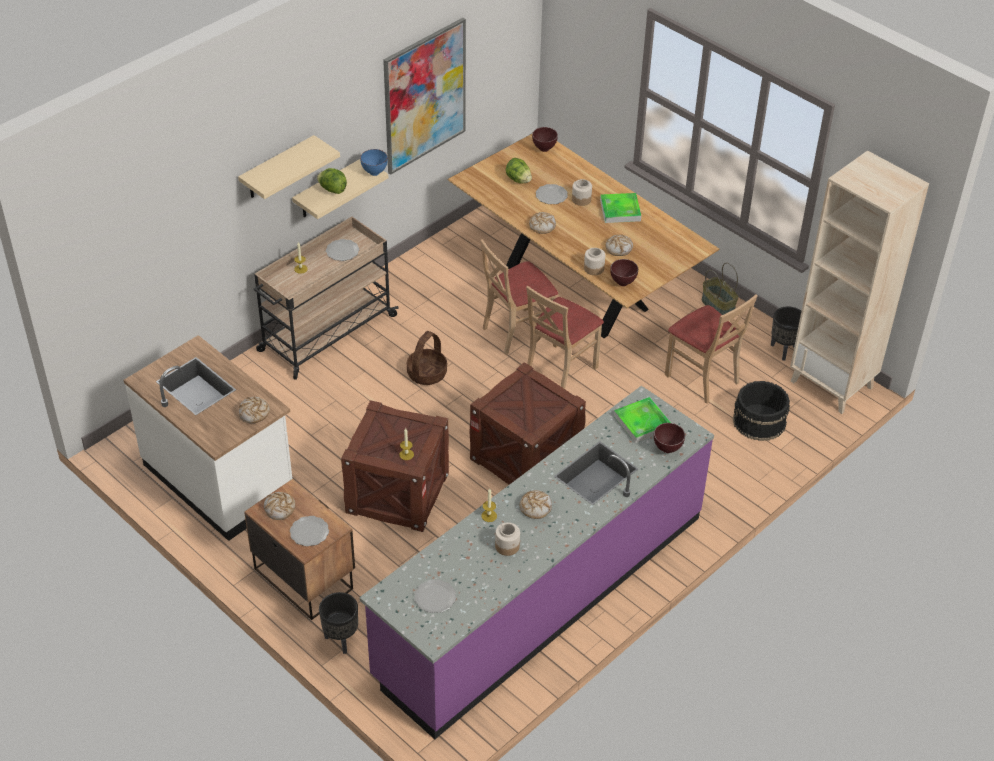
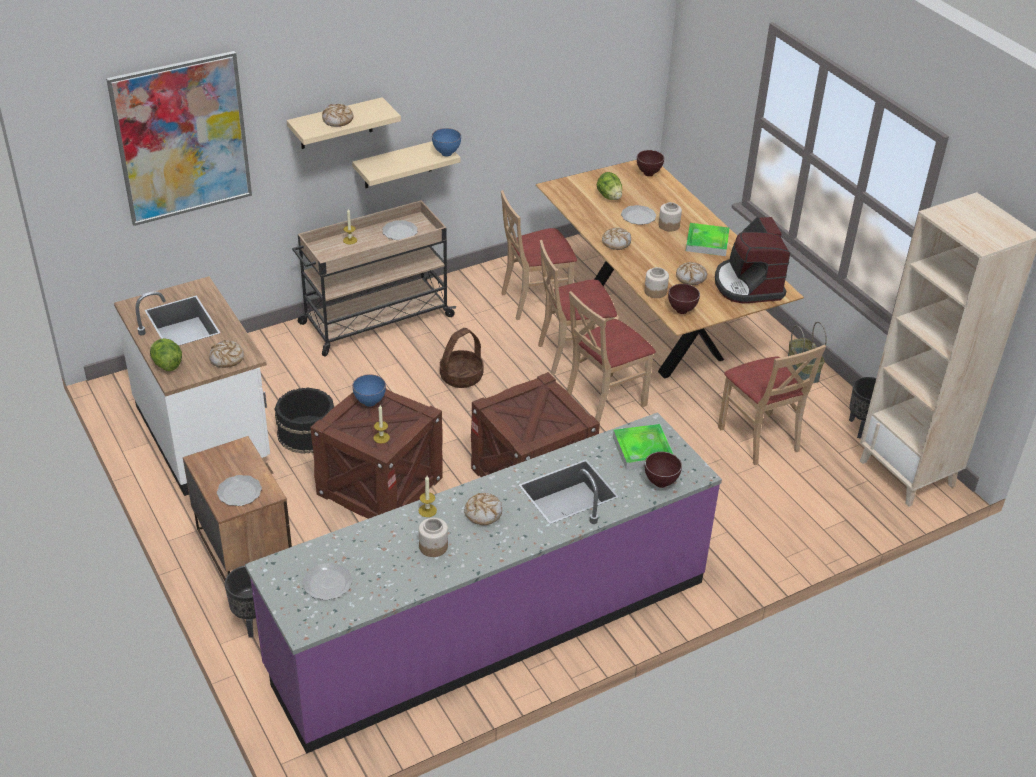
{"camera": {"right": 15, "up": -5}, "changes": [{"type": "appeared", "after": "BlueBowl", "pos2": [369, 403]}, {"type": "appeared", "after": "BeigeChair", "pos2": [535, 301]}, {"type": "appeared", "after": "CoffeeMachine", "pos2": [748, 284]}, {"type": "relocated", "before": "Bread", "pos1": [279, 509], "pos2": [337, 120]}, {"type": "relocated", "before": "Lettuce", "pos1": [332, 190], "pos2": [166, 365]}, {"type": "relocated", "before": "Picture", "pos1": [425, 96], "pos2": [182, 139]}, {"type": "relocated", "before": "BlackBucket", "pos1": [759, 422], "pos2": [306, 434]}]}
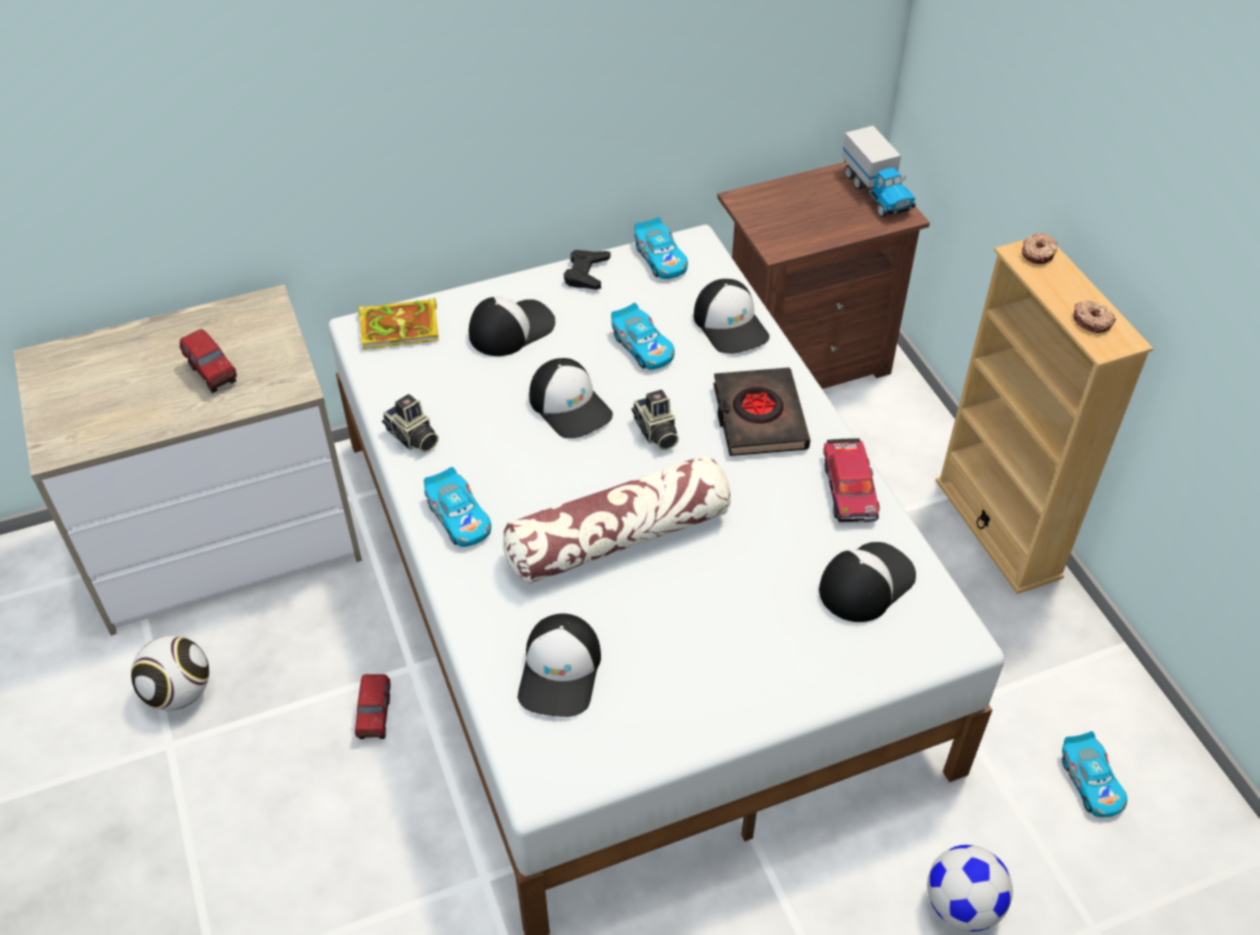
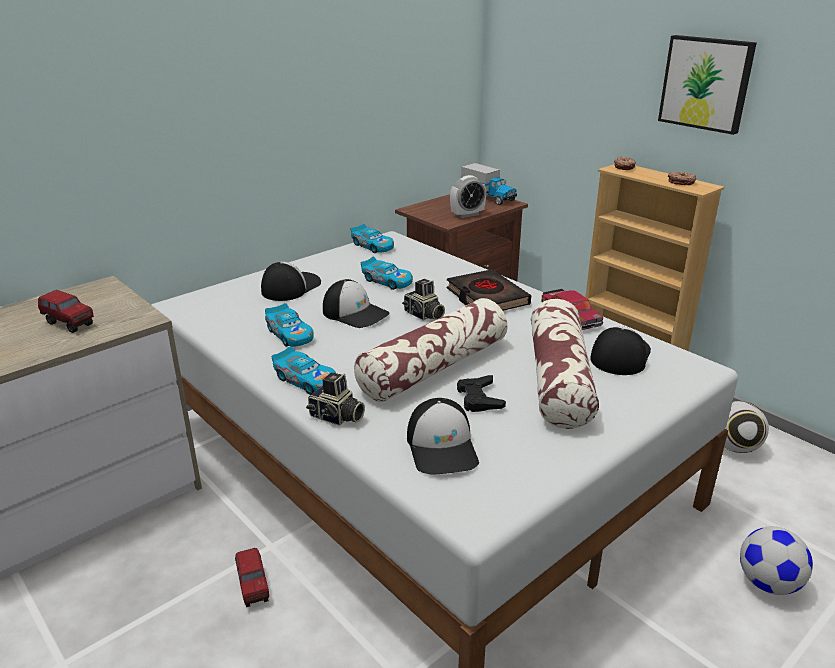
{"camera": {"right": -20, "up": -20}, "changes": [{"type": "missing", "before": "Book", "pos1": [401, 327]}, {"type": "missing", "before": "Cap", "pos1": [731, 325]}, {"type": "appeared", "after": "AlarmClock", "pos2": [467, 215]}, {"type": "appeared", "after": "Pillow", "pos2": [558, 379]}, {"type": "appeared", "after": "Picture", "pos2": [706, 83]}, {"type": "relocated", "before": "Football", "pos1": [179, 692], "pos2": [734, 447]}, {"type": "relocated", "before": "PhotoCamera", "pos1": [412, 438], "pos2": [336, 417]}, {"type": "relocated", "before": "BlackGameController", "pos1": [586, 273], "pos2": [479, 398]}, {"type": "relocated", "before": "ToyCar", "pos1": [1091, 782], "pos2": [290, 334]}]}
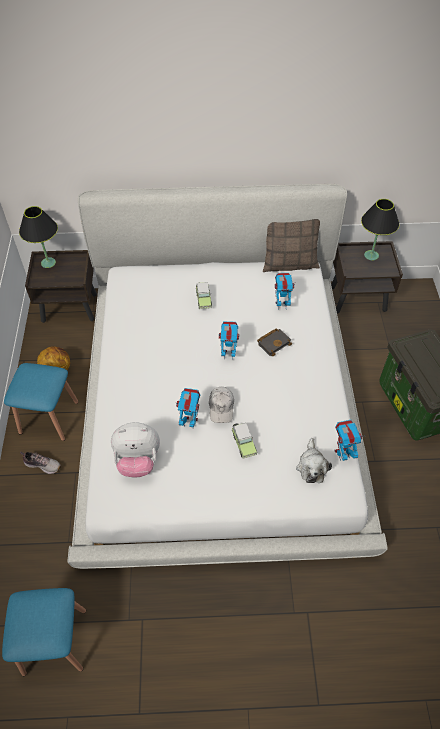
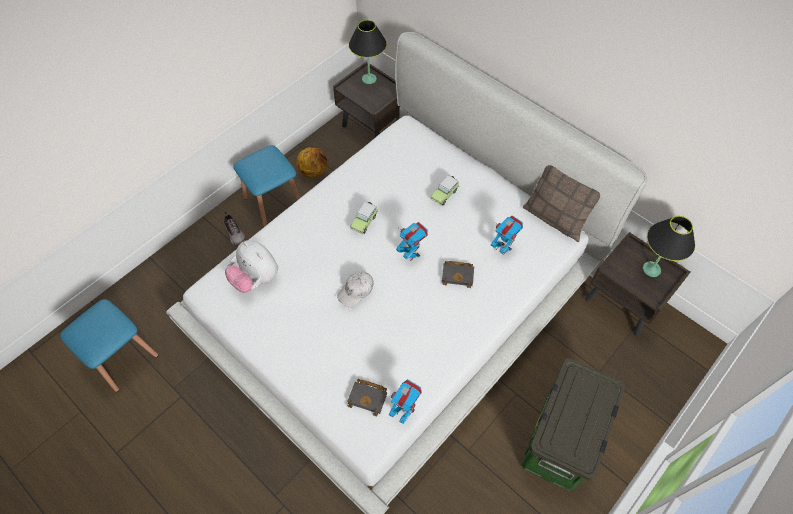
{"camera": {"right": 45, "up": 5}, "changes": [{"type": "missing", "before": "ToyRobot", "pos1": [189, 422]}, {"type": "relocated", "before": "ToyCar", "pos1": [243, 443], "pos2": [364, 221]}, {"type": "exchanged", "before": "PlushToy", "after": "BlackBook", "pos1": [311, 466], "pos2": [369, 397]}]}
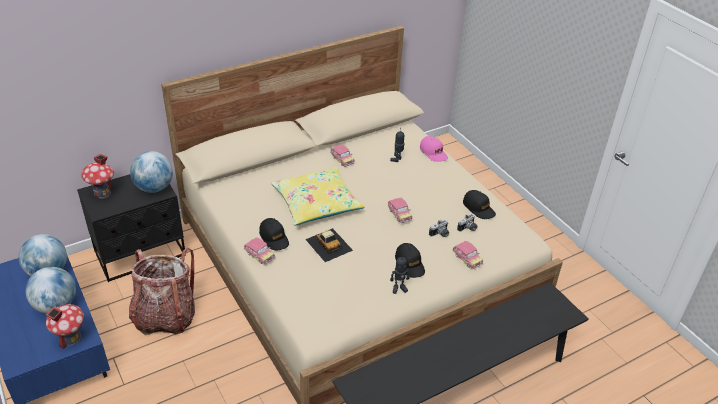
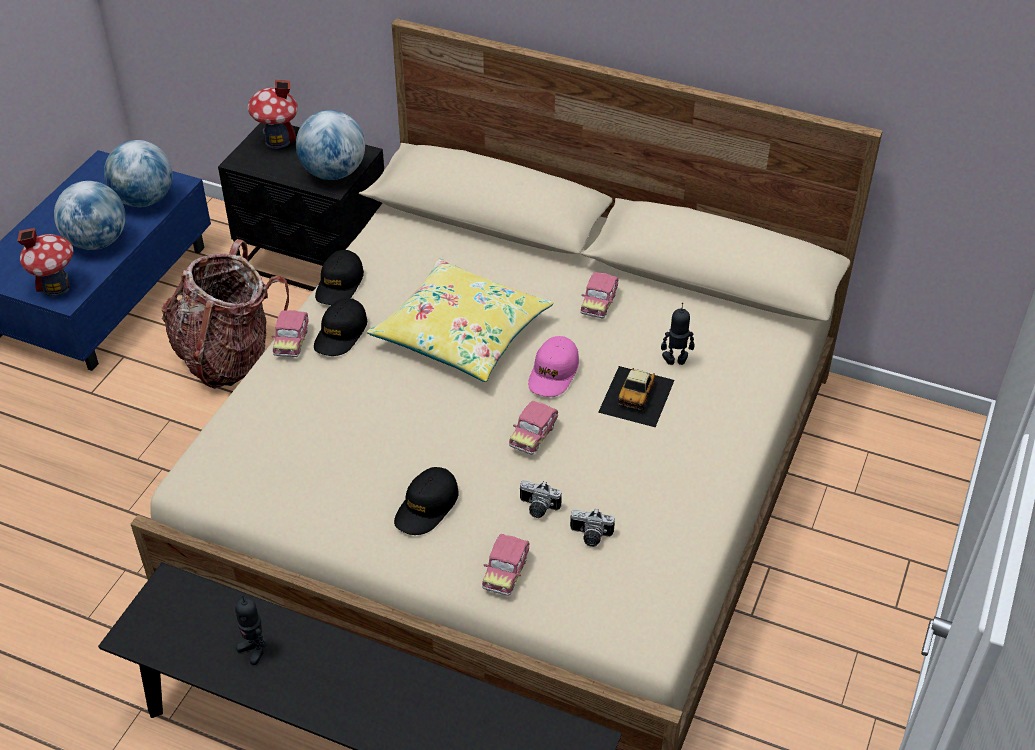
{"camera": {"right": 55, "up": 5}, "changes": [{"type": "relocated", "before": "ToyCar", "pos1": [329, 244], "pos2": [637, 395]}, {"type": "relocated", "before": "ToyRobot", "pos1": [399, 288], "pos2": [254, 650]}, {"type": "relocated", "before": "PinkCap", "pos1": [433, 153], "pos2": [553, 373]}, {"type": "relocated", "before": "BlackCap", "pos1": [479, 208], "pos2": [339, 285]}]}
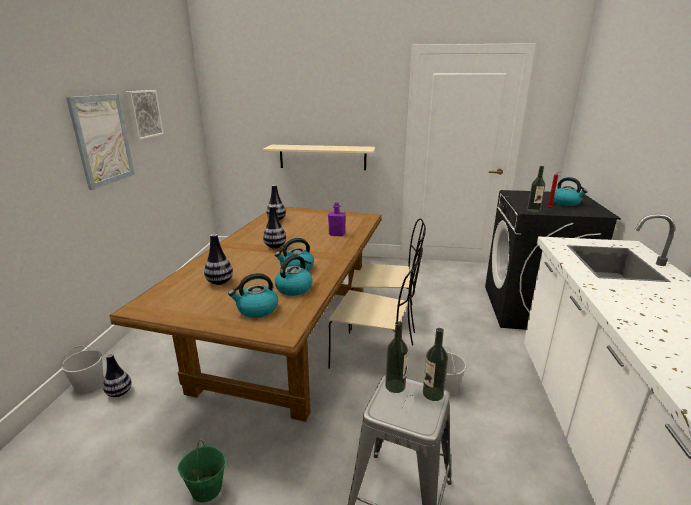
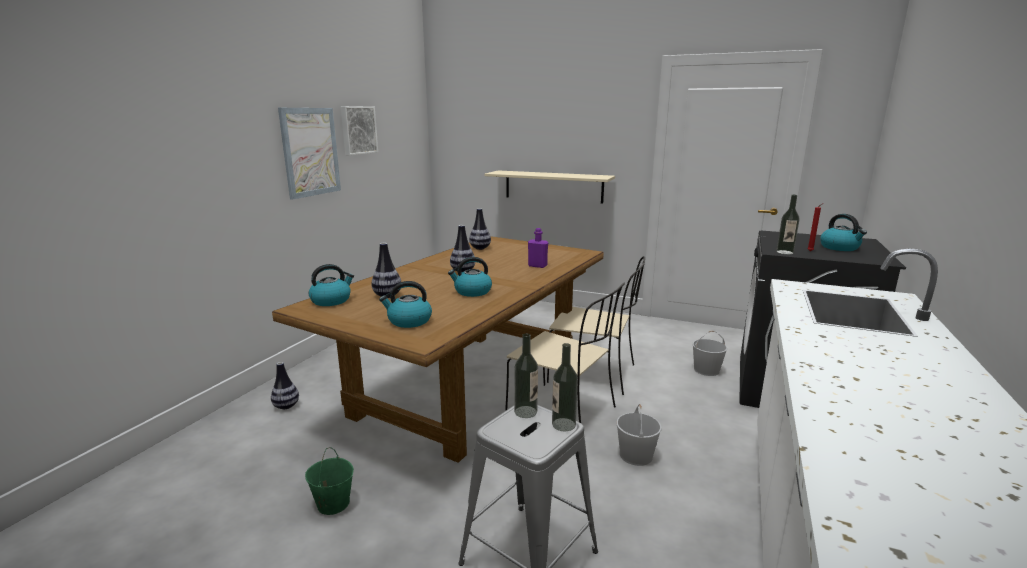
{"camera": {"right": 15, "up": -5}, "changes": [{"type": "relocated", "before": "WhiteBucket", "pos1": [88, 384], "pos2": [706, 370]}, {"type": "relocated", "before": "Kettle", "pos1": [294, 288], "pos2": [331, 300]}]}
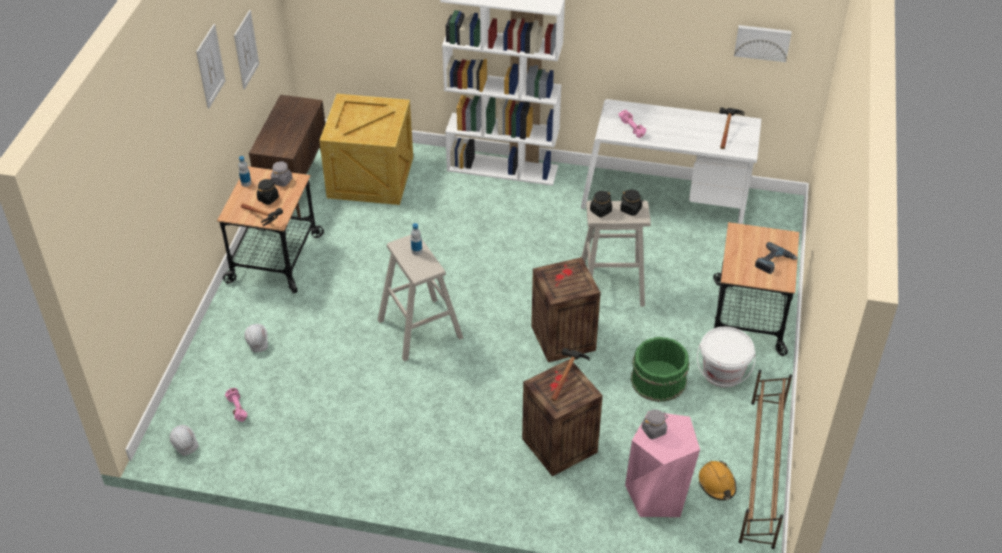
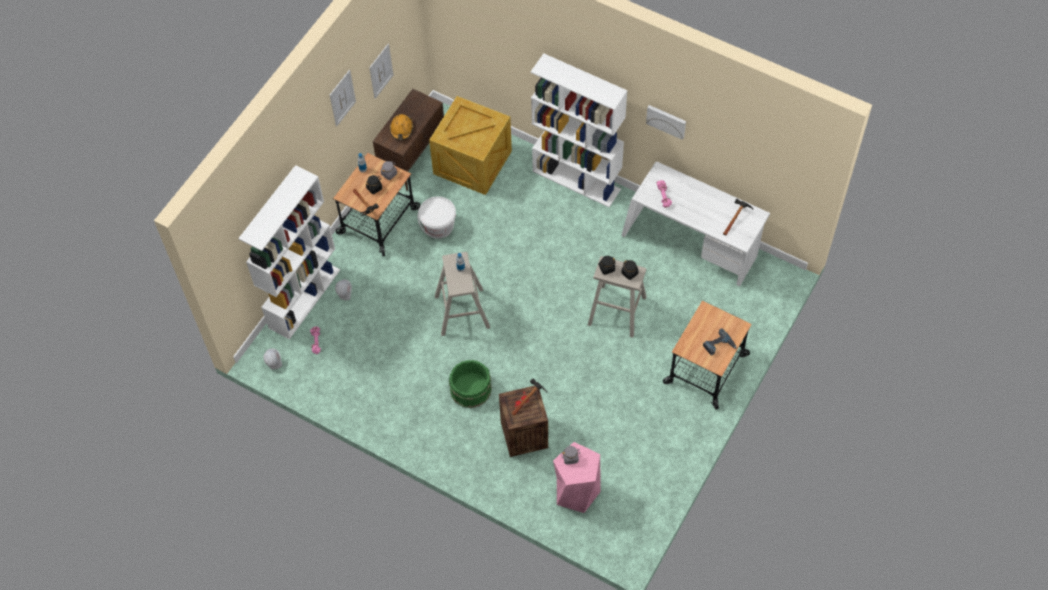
{"camera": {"right": 20, "up": 15}, "changes": [{"type": "missing", "before": "Crate", "pos1": [562, 338]}, {"type": "missing", "before": "BrownShoeRack", "pos1": [761, 472]}, {"type": "appeared", "after": "WhiteBookcase", "pos2": [304, 298]}, {"type": "relocated", "before": "GreenBucket", "pos1": [658, 379], "pos2": [470, 388]}, {"type": "relocated", "before": "WhiteBucket", "pos1": [722, 372], "pos2": [438, 227]}, {"type": "relocated", "before": "OrangeHardHat", "pos1": [717, 484], "pos2": [401, 129]}, {"type": "relocated", "before": "Picture", "pos1": [762, 42], "pos2": [666, 121]}]}
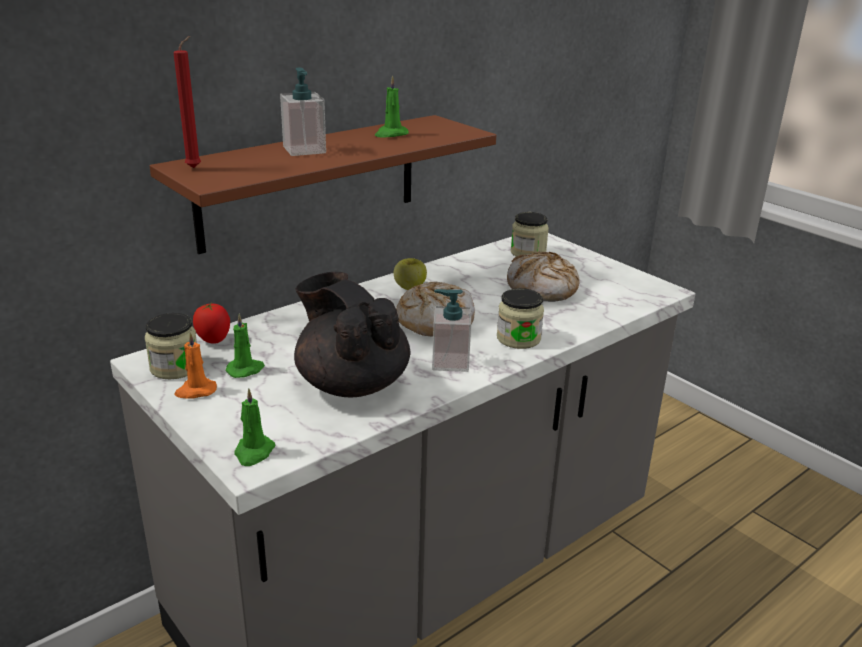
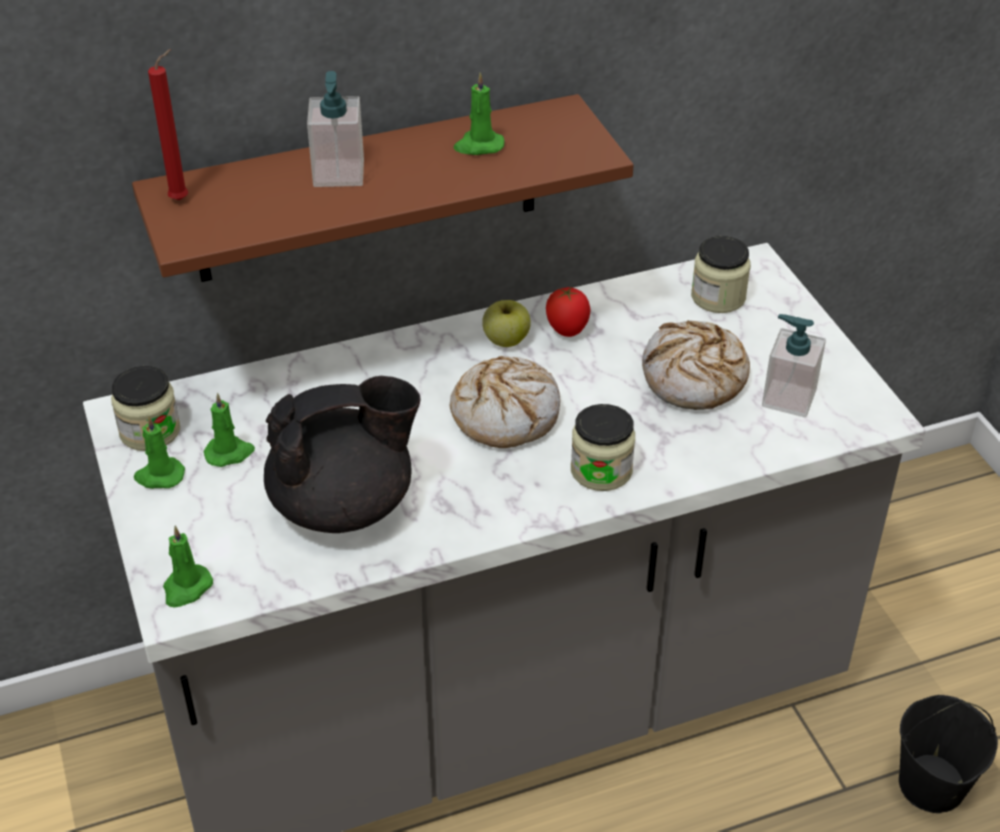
{"camera": {"right": 20, "up": 15}, "changes": [{"type": "appeared", "after": "BlackBucket", "pos2": [932, 786]}, {"type": "relocated", "before": "Tomato", "pos1": [214, 341], "pos2": [567, 331]}, {"type": "relocated", "before": "SoapDispenser", "pos1": [450, 362], "pos2": [788, 398]}, {"type": "colour", "before": "OrangeCandle", "after": "GreenCandle", "pos1": [195, 391], "pos2": [159, 476]}, {"type": "spun", "before": "BlackTeapot", "pos1": [351, 383], "pos2": [345, 504], "turn": 90}]}
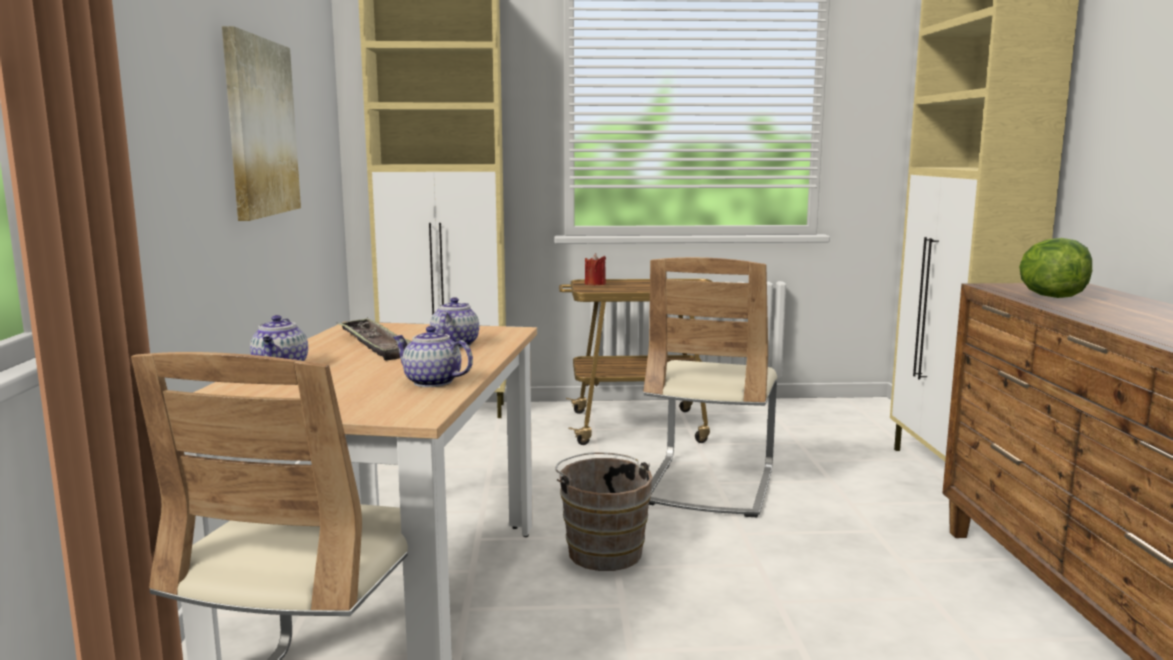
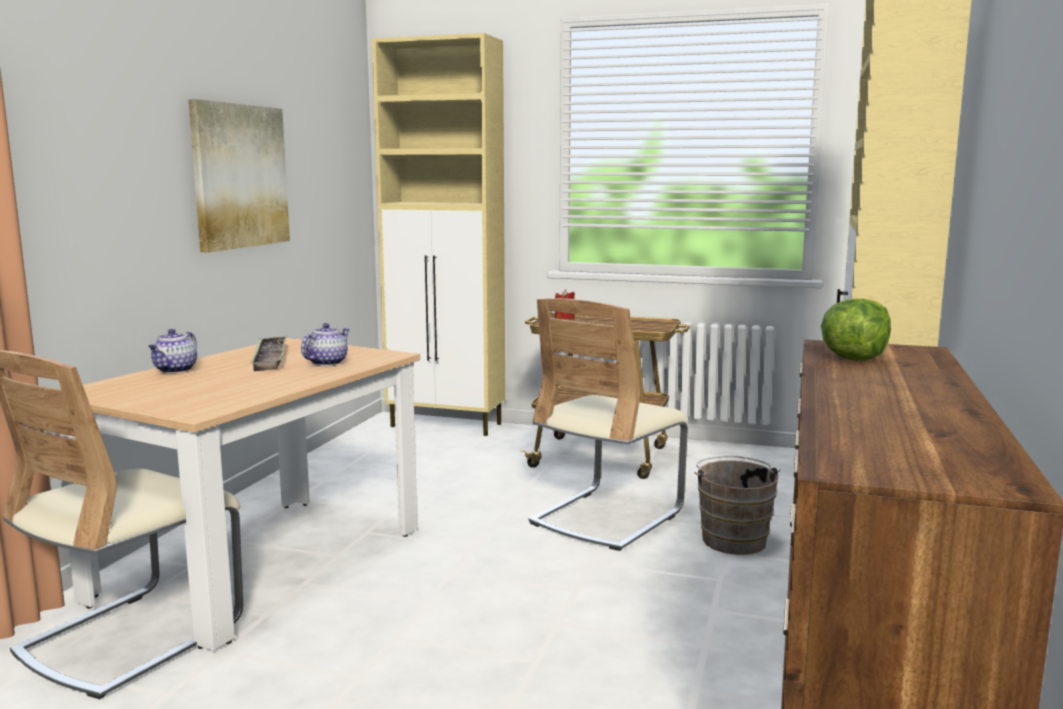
{"camera": {"right": 20, "up": 0}, "changes": [{"type": "missing", "before": "Teapot", "pos1": [431, 382]}, {"type": "relocated", "before": "BrownBucket", "pos1": [603, 550], "pos2": [733, 539]}]}
